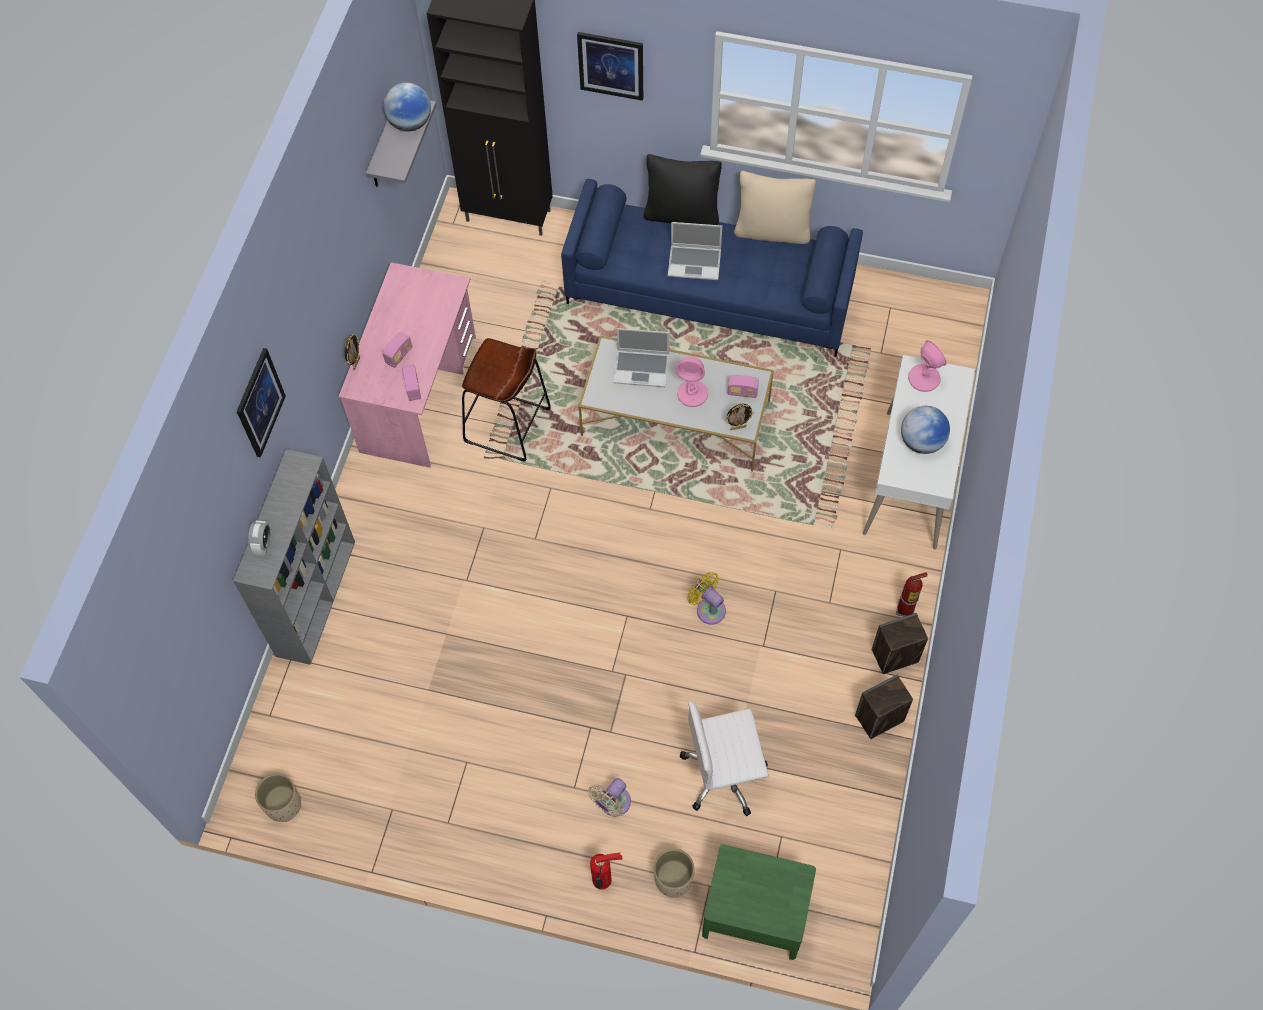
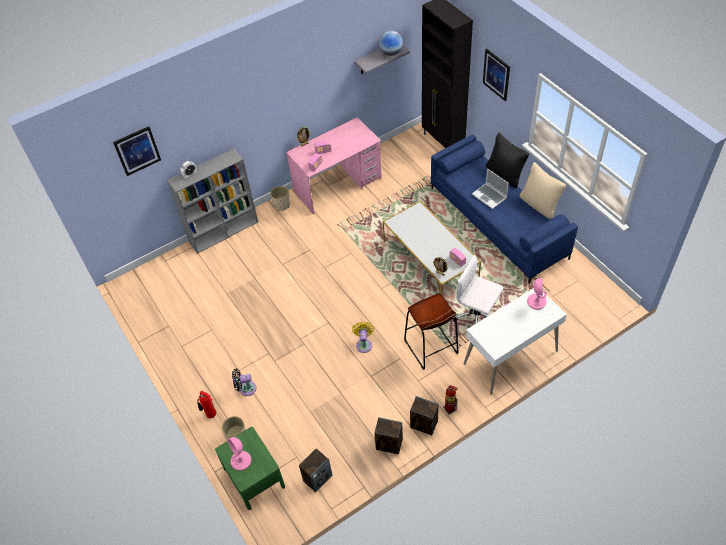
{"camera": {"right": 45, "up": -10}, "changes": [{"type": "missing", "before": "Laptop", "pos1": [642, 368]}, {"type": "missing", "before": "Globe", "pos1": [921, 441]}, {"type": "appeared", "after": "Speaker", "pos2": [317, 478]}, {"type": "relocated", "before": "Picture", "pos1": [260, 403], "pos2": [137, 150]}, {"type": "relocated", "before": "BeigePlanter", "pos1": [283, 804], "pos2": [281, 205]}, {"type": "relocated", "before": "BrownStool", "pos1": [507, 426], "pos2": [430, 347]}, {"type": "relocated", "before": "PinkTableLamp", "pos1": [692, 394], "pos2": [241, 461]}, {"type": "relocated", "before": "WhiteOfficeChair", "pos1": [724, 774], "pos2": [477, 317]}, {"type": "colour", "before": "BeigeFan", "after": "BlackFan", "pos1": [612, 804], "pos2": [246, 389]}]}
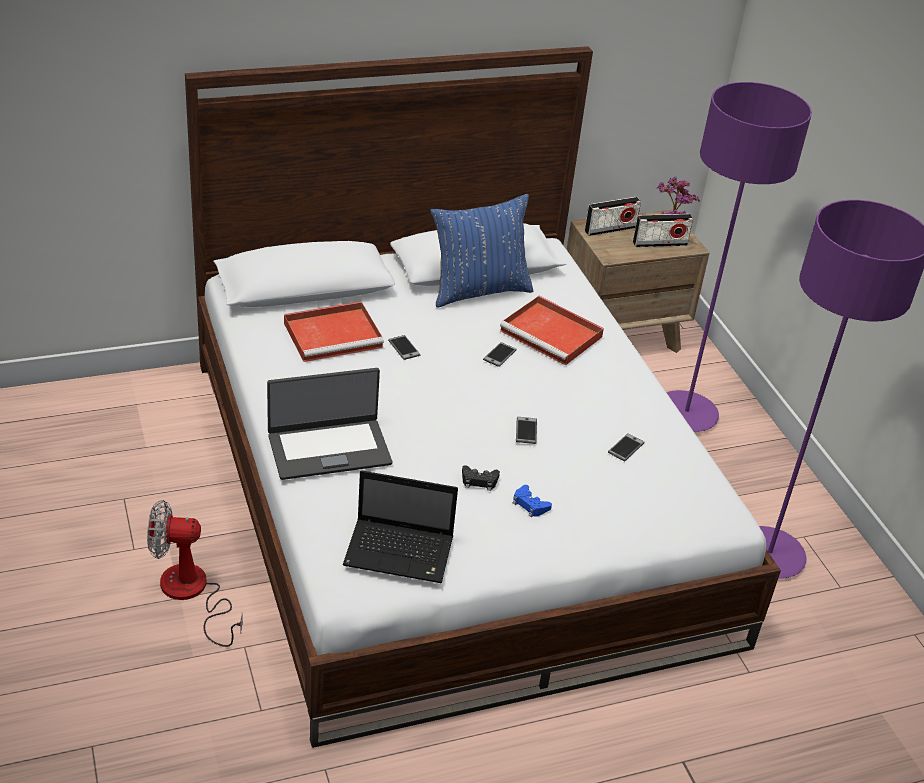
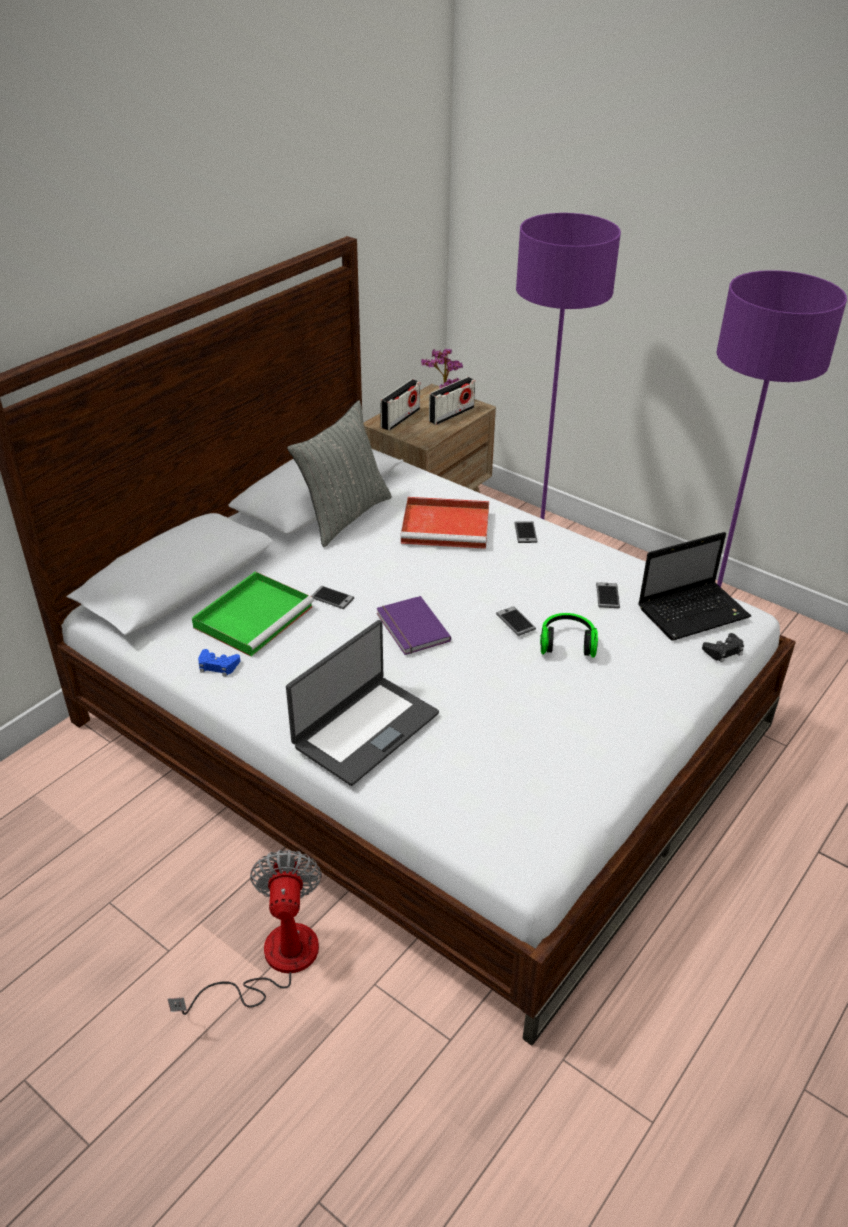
{"camera": {"right": -30, "up": 0}, "changes": [{"type": "appeared", "after": "PurpleBook", "pos2": [410, 628]}, {"type": "appeared", "after": "Headphones", "pos2": [567, 643]}, {"type": "relocated", "before": "Laptop", "pos1": [401, 552], "pos2": [694, 611]}, {"type": "relocated", "before": "BlackGameController", "pos1": [479, 481], "pos2": [723, 651]}, {"type": "relocated", "before": "Phone", "pos1": [499, 355], "pos2": [525, 533]}, {"type": "relocated", "before": "BlueGameController", "pos1": [530, 505], "pos2": [218, 666]}, {"type": "colour", "before": "RedTray", "after": "GreenTray", "pos1": [334, 334], "pos2": [254, 615]}, {"type": "colour", "before": "BluePillow", "after": "GreyPillow", "pos1": [478, 290], "pos2": [344, 516]}, {"type": "spun", "before": "Fan", "pos1": [192, 594], "pos2": [273, 961], "turn": 120}]}
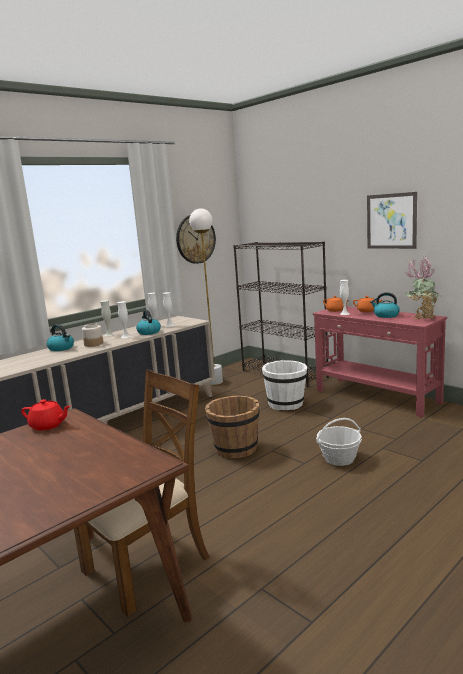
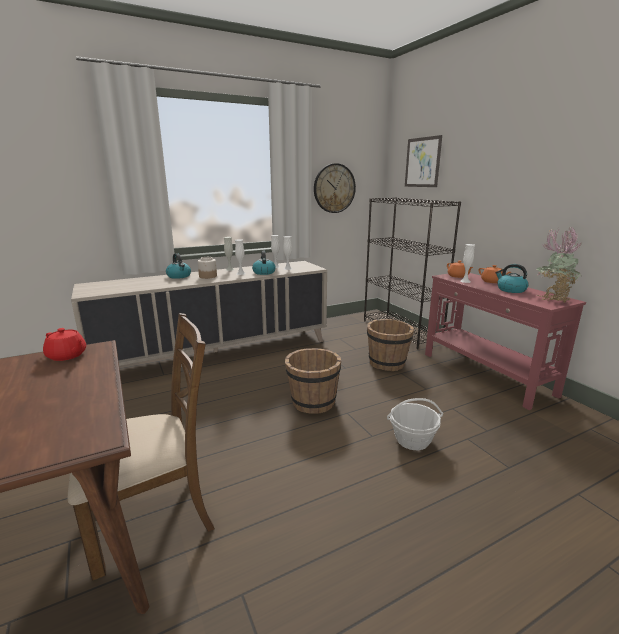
{"camera": {"right": 15, "up": 5}, "changes": [{"type": "missing", "before": "WhiteFloorLamp", "pos1": [215, 382]}, {"type": "relocated", "before": "Picture", "pos1": [391, 221], "pos2": [422, 162]}, {"type": "colour", "before": "WhiteBucket", "after": "BrownBucket", "pos1": [286, 404], "pos2": [387, 363]}]}
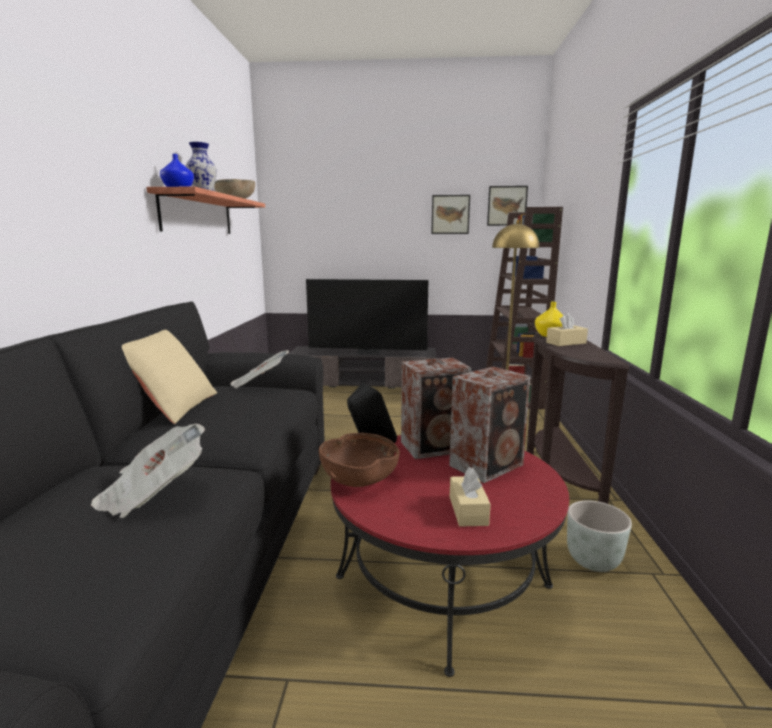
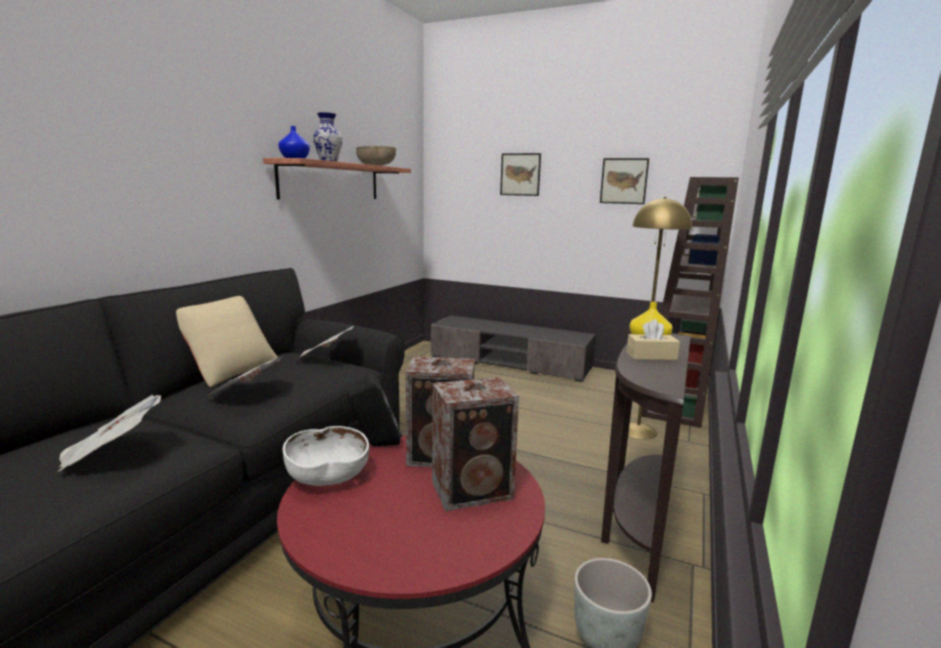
{"camera": {"right": 20, "up": 0}, "changes": [{"type": "missing", "before": "Television", "pos1": [369, 352]}, {"type": "missing", "before": "BeigeTissueBox", "pos1": [468, 510]}, {"type": "appeared", "after": "Newspaper", "pos2": [246, 394]}, {"type": "relocated", "before": "Picture", "pos1": [507, 206], "pos2": [520, 174]}, {"type": "colour", "before": "BrownBowl", "after": "WhiteBowl", "pos1": [359, 480], "pos2": [328, 477]}]}
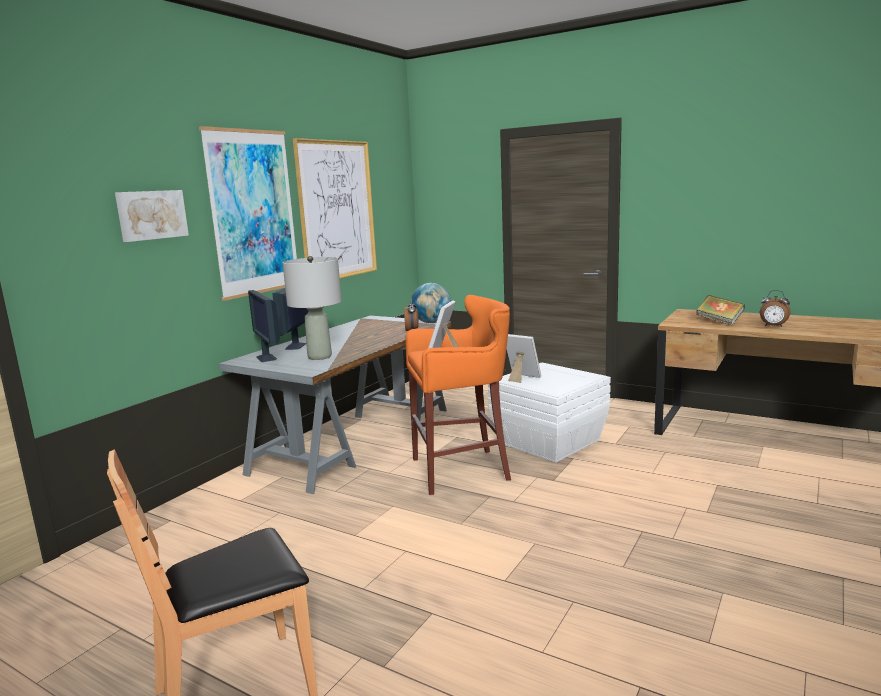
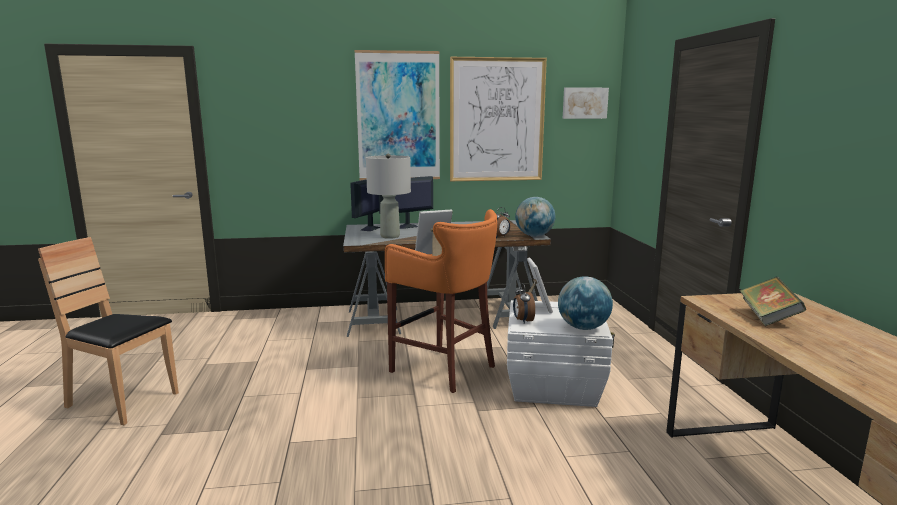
{"camera": {"right": 50, "up": 0}, "changes": [{"type": "appeared", "after": "Globe", "pos2": [583, 327]}, {"type": "relocated", "before": "Picture", "pos1": [151, 215], "pos2": [584, 103]}, {"type": "relocated", "before": "AlarmClock", "pos1": [773, 326], "pos2": [522, 320]}]}
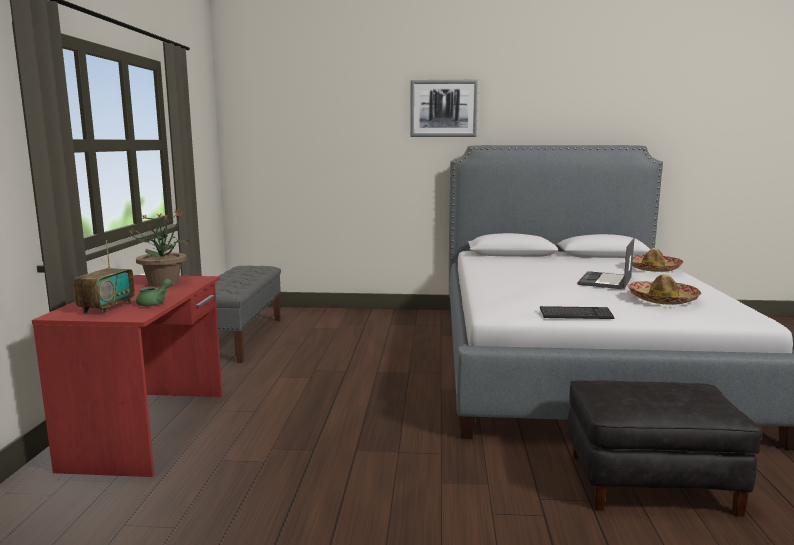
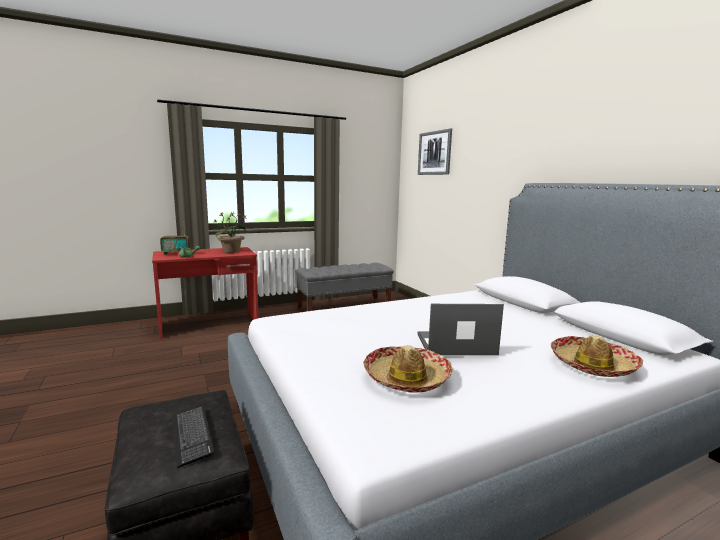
{"camera": {"right": 60, "up": 0}, "changes": [{"type": "relocated", "before": "Picture", "pos1": [443, 108], "pos2": [434, 153]}, {"type": "relocated", "before": "Keyboard", "pos1": [576, 315], "pos2": [191, 436]}]}
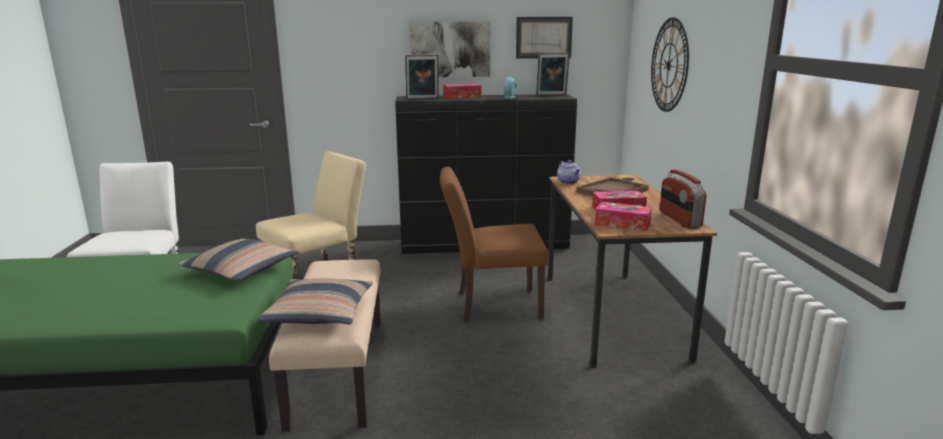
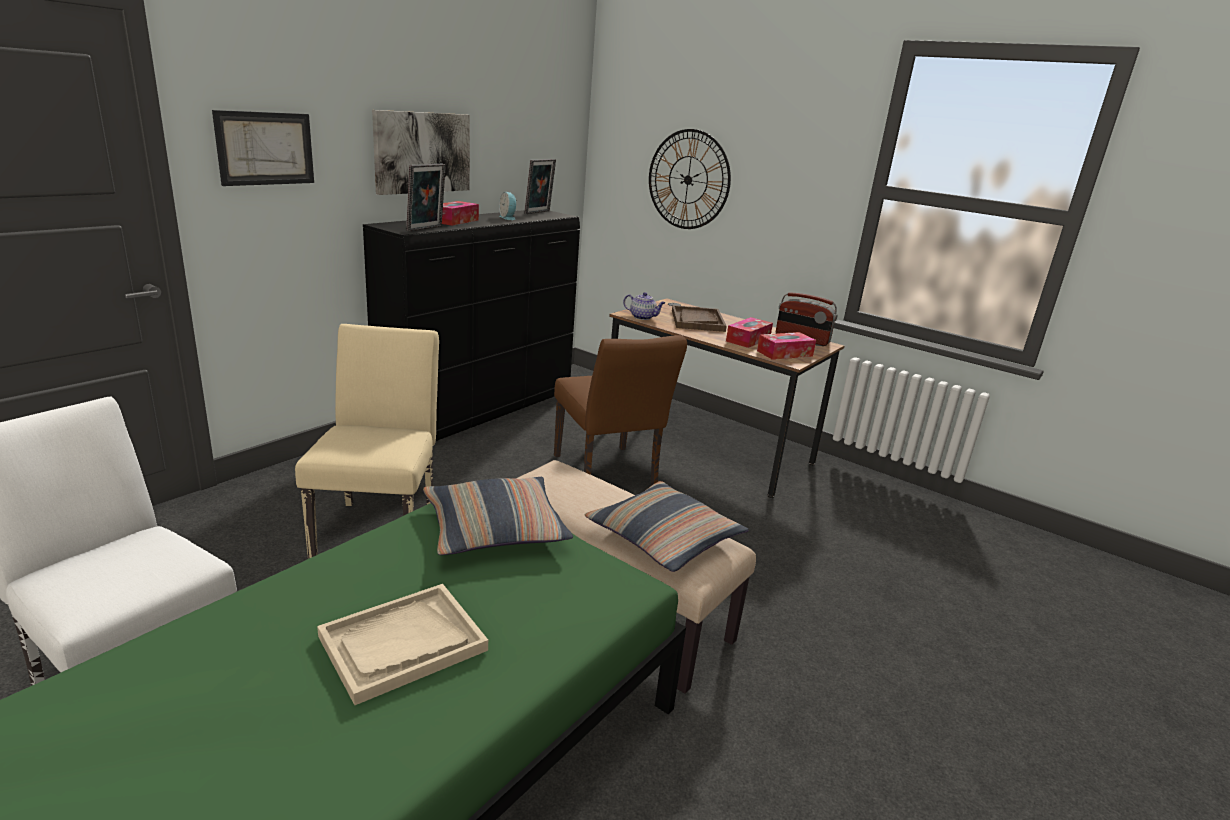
{"camera": {"right": -50, "up": 5}, "changes": [{"type": "appeared", "after": "BeigeTray", "pos2": [403, 644]}, {"type": "relocated", "before": "Picture", "pos1": [543, 37], "pos2": [265, 148]}, {"type": "spun", "before": "BrownChair", "pos1": [491, 305], "pos2": [608, 475], "turn": -60}]}
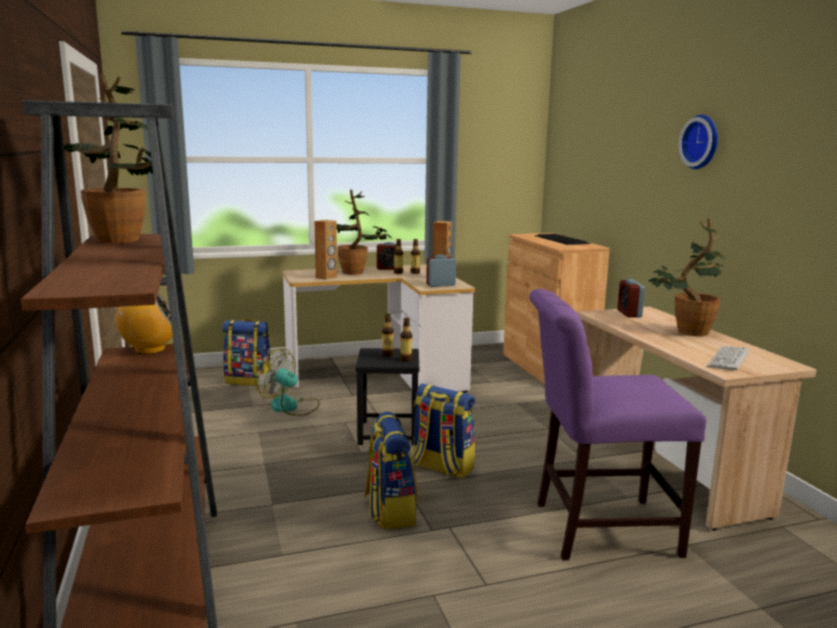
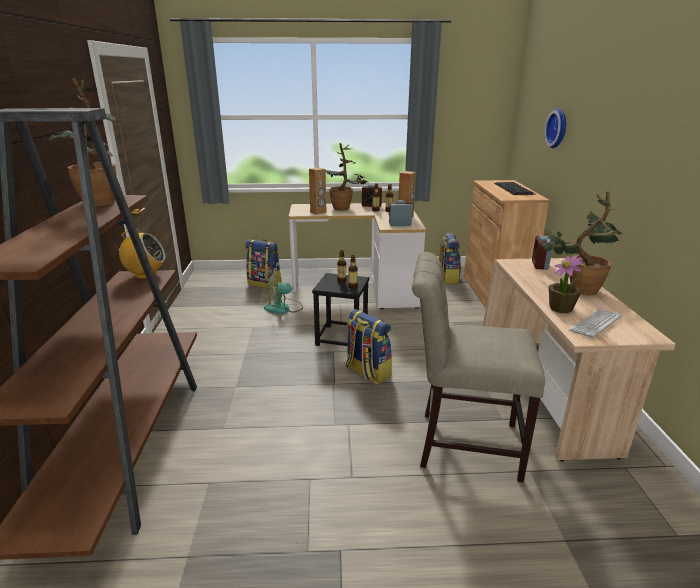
{"camera": {"right": 15, "up": 10}, "changes": [{"type": "appeared", "after": "PottedPlant", "pos2": [561, 308]}, {"type": "relocated", "before": "Backpack", "pos1": [390, 511], "pos2": [447, 278]}, {"type": "relocated", "before": "WallClock", "pos1": [702, 142], "pos2": [558, 128]}, {"type": "colour", "before": "PurpleChair", "after": "BeigeChair", "pos1": [596, 528], "pos2": [462, 443]}, {"type": "spun", "before": "Fan", "pos1": [290, 407], "pos2": [283, 308], "turn": -60}]}
